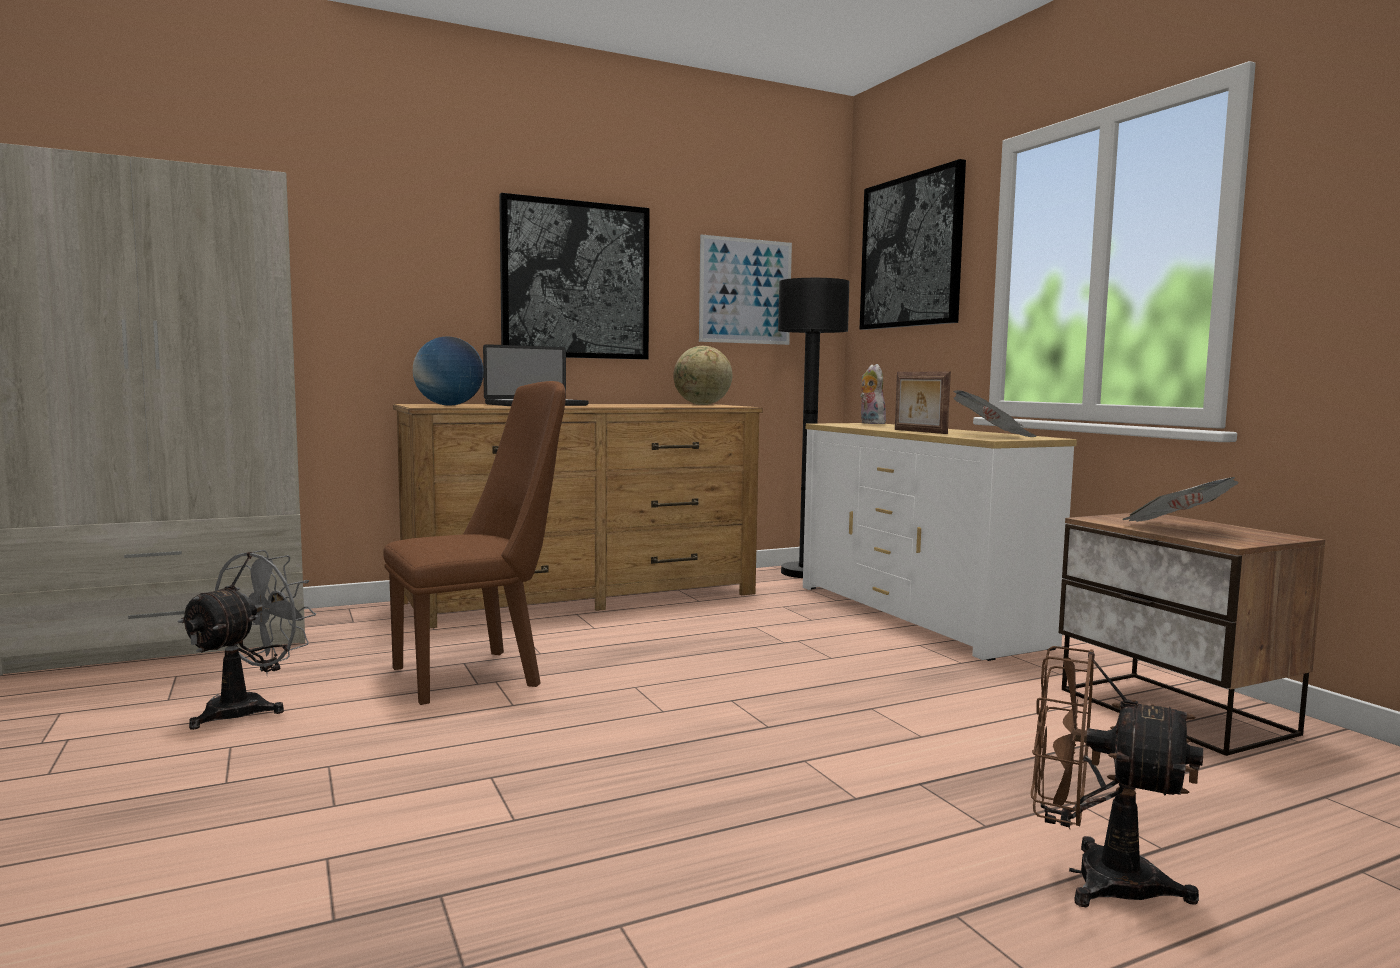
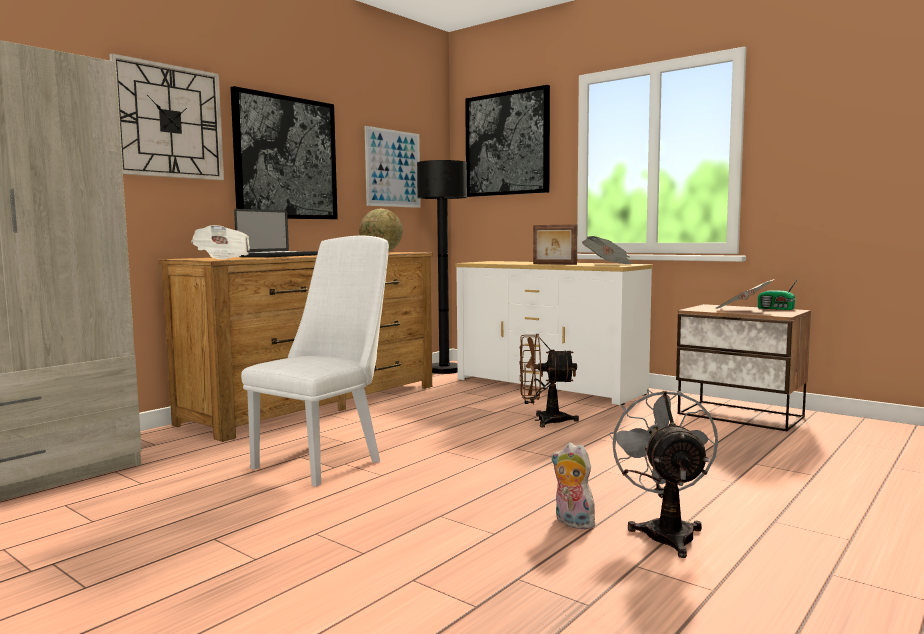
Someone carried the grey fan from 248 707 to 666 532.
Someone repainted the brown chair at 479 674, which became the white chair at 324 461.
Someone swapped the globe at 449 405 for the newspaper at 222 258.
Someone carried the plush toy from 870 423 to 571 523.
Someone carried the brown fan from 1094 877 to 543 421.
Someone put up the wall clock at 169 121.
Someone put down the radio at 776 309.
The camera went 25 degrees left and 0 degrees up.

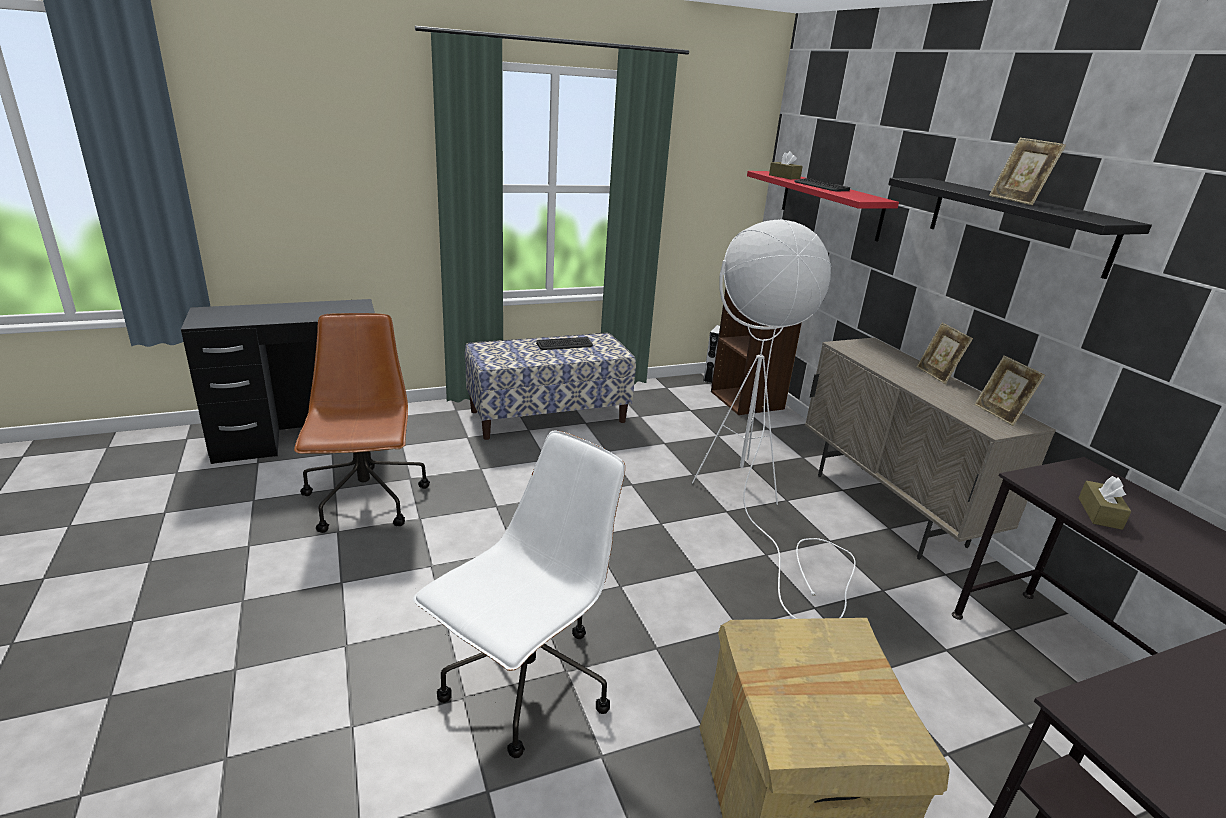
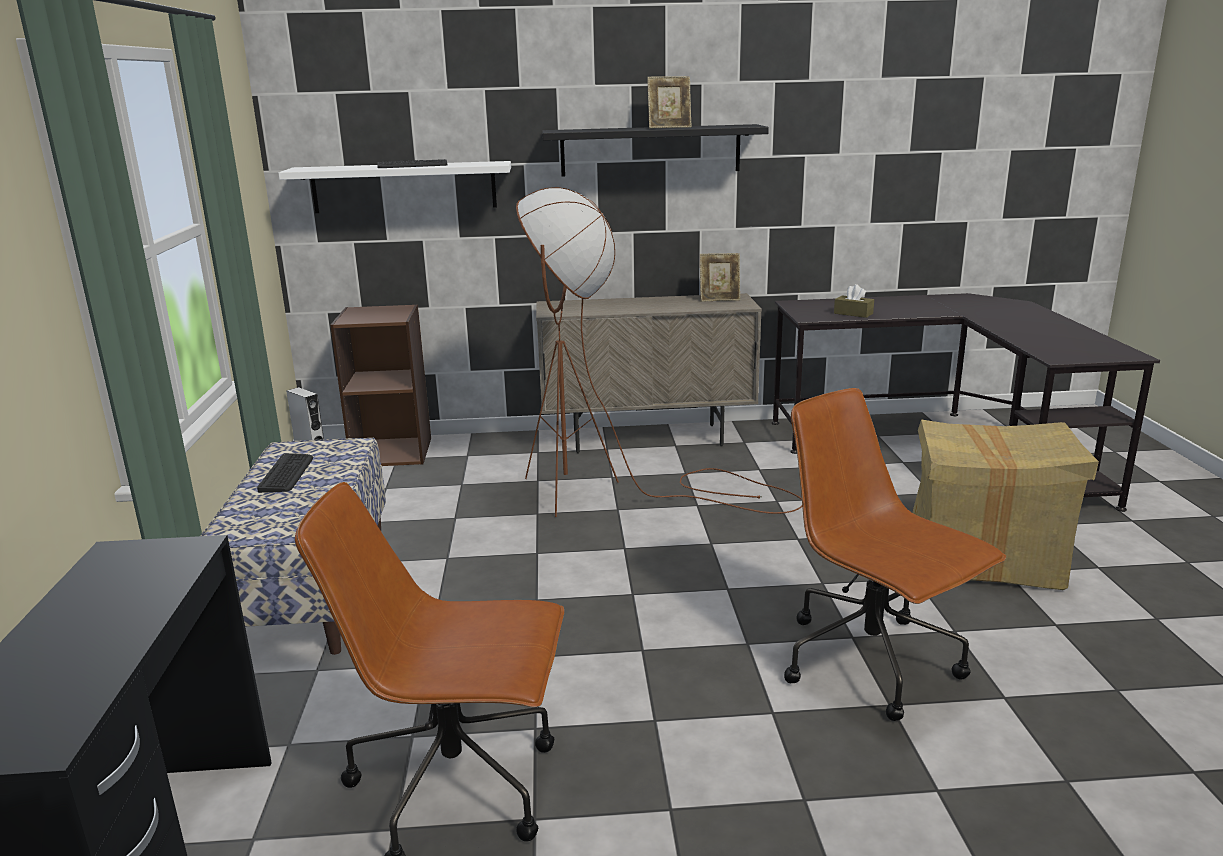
Someone repainted the white office chair at 525 685, which became the brown office chair at 872 663.
Someone repainted the white floor lamp at 755 504, which became the brown floor lamp at 612 493.
Someone repainted the red shelf at 830 204, which became the white shelf at 404 187.
Someone took away the brown tissue box at 784 177.
Someone took away the picture frame at 937 375.
The camera went 70 degrees left and 5 degrees down.

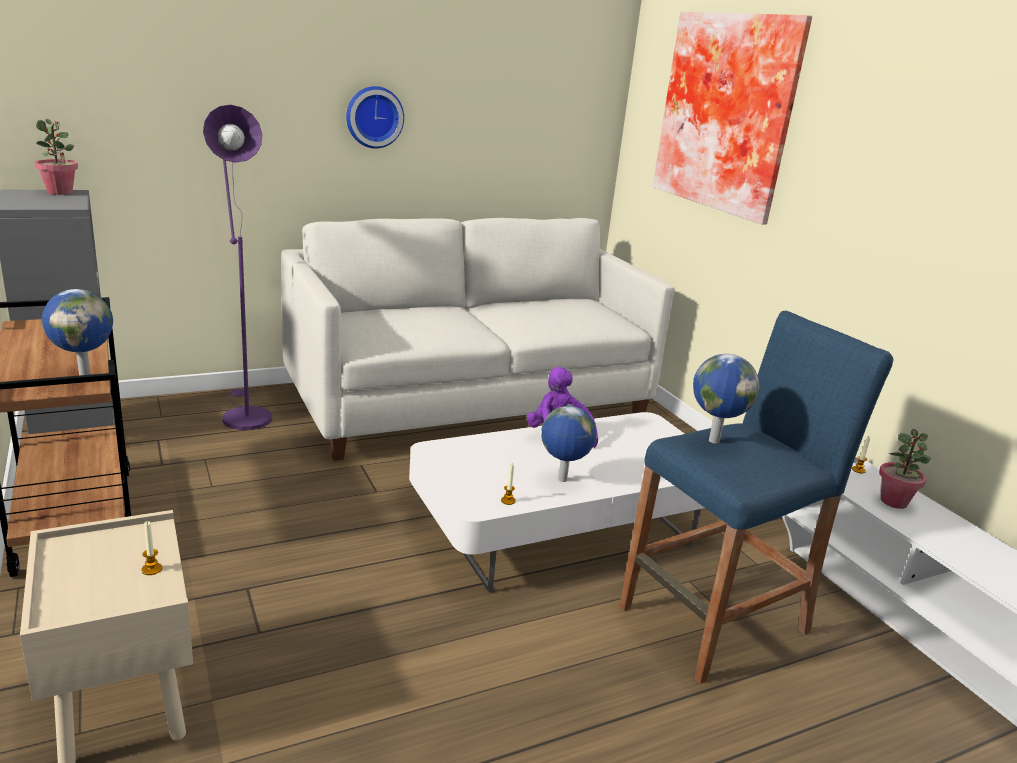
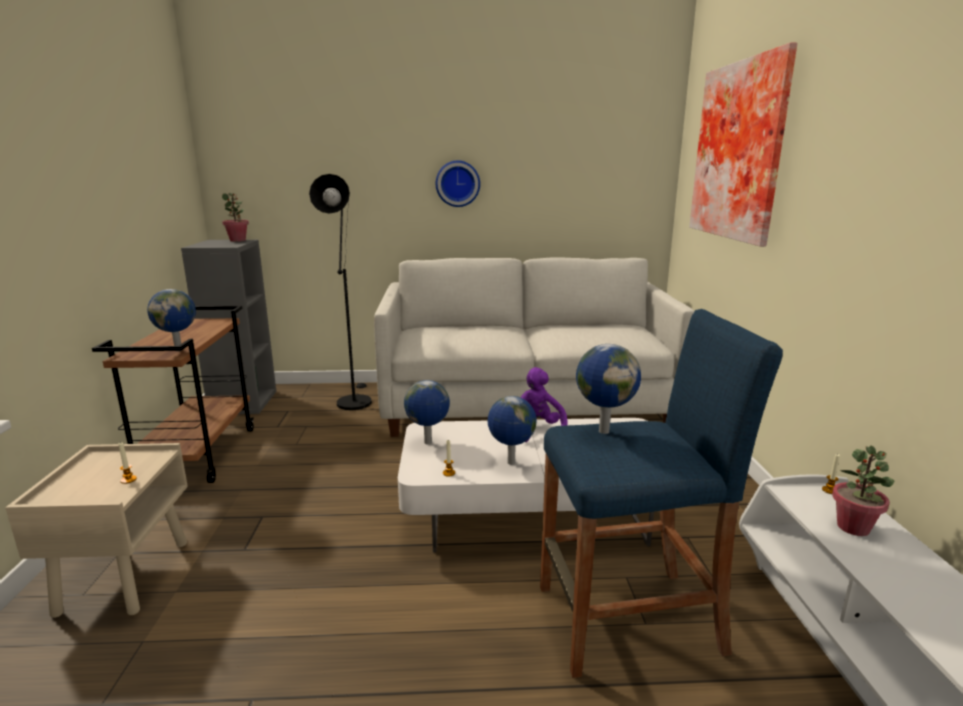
Someone repainted the purple floor lamp at 243 415, which became the black floor lamp at 354 400.
Someone put down the globe at 428 443.
The camera went 25 degrees right and 5 degrees down.

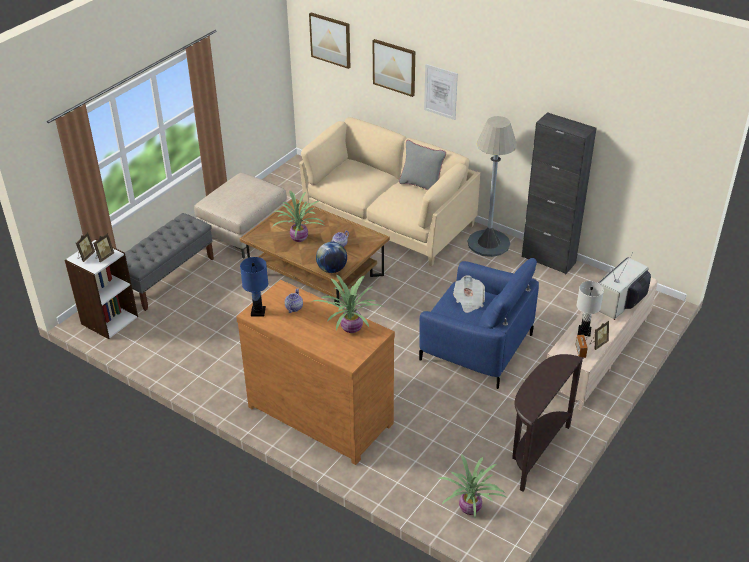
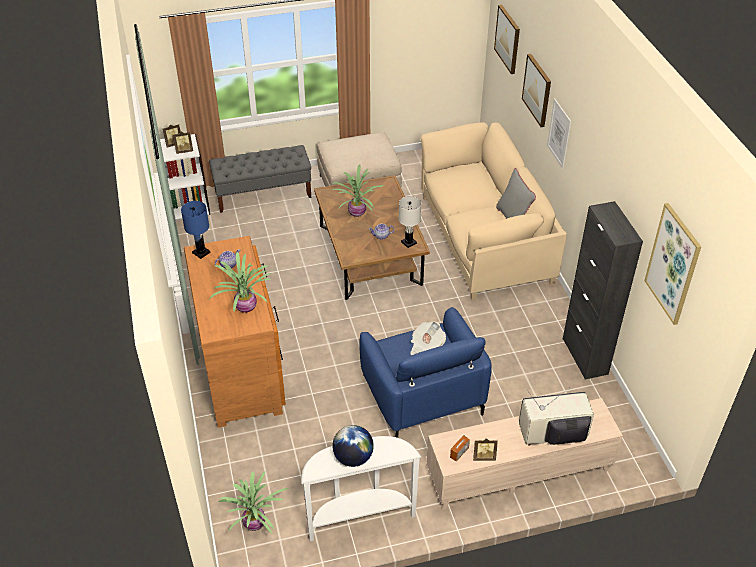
Someone carried the globe from 332 269 to 353 457.
Someone took away the grey floor lamp at 488 243.
Someone repainted the brown console table at 535 452, which became the white console table at 359 516.
Someone carried the white table lamp from 584 331 to 408 242.
Someone put up the picture at 673 264.
The camera went 40 degrees right and 5 degrees up.

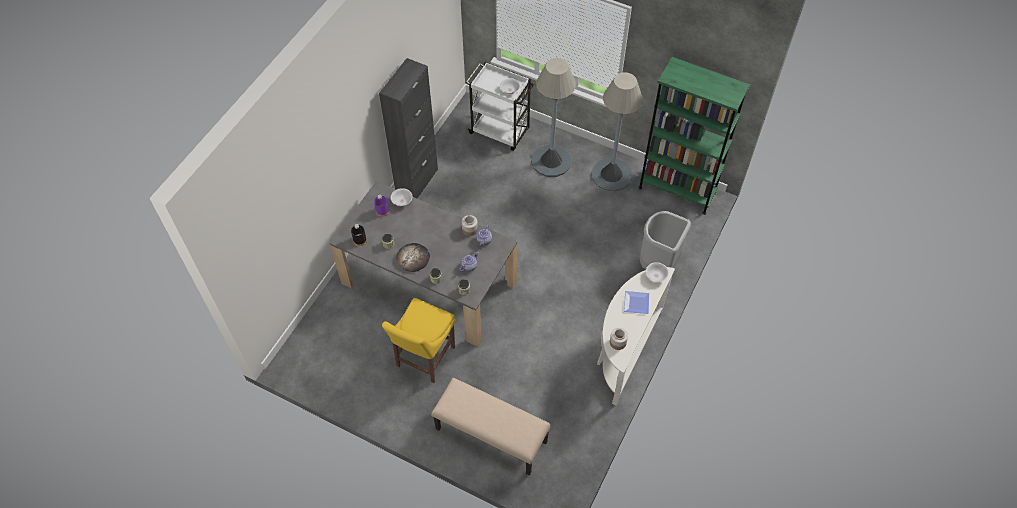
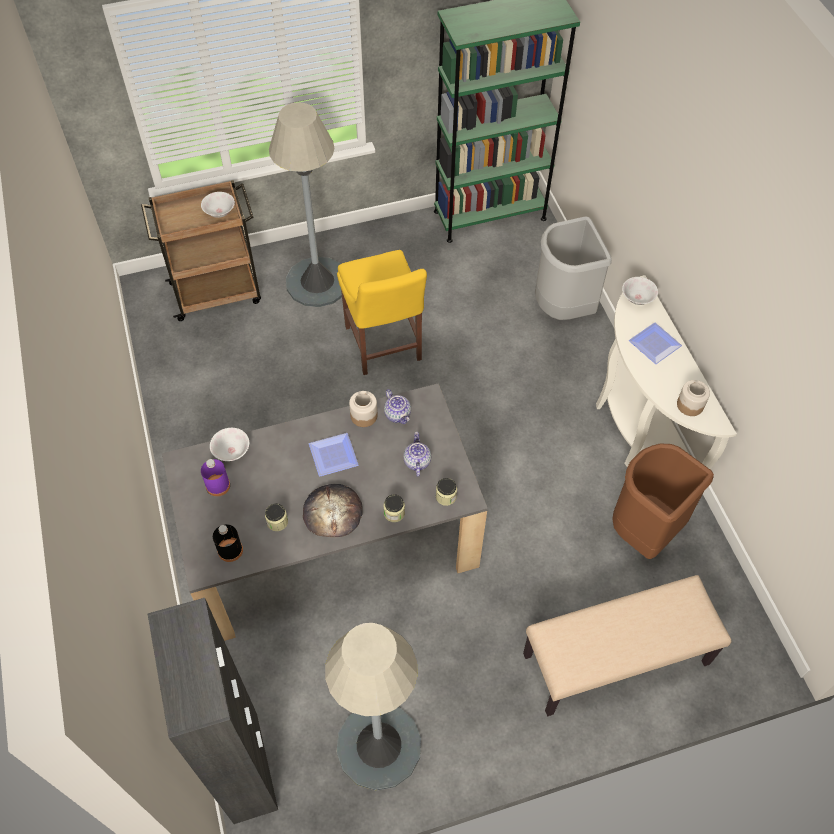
Someone carried the black cabinet from 417 182 to 245 767.
Someone carried the yellow chair from 424 359 to 384 346.
Someone repainted the white cart at 500 132, which became the brown cart at 217 292.
Someone carried the grey floor lamp from 611 175 to 378 746.
Someone put down the plate at 335 456.
Someone put down the brown trash can at 643 531.
The camera went 45 degrees left and 0 degrees up.

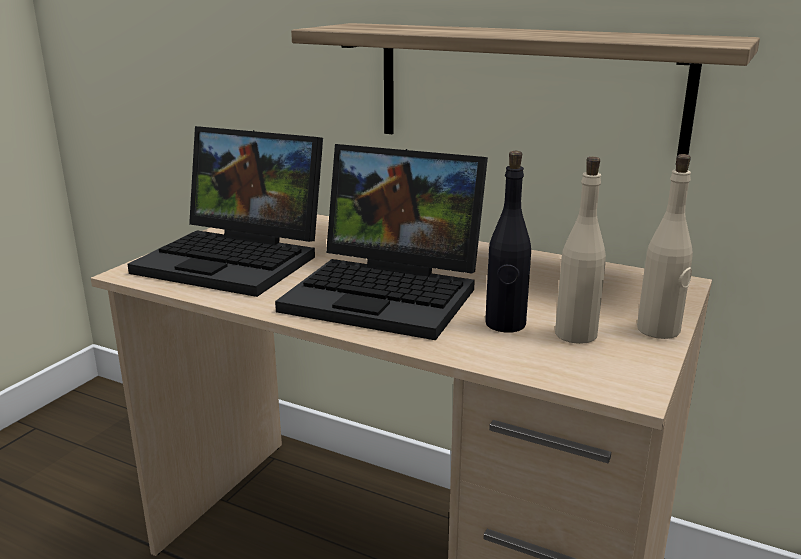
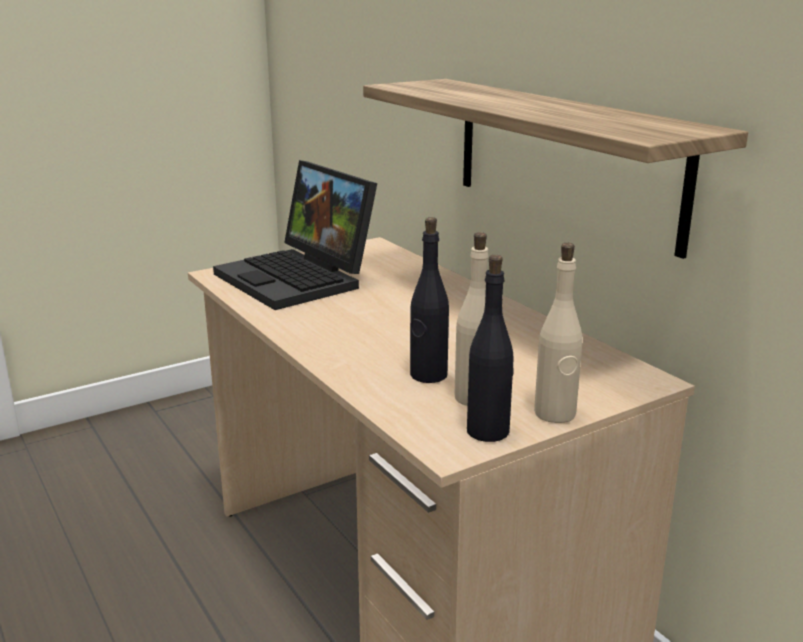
Someone took away the laptop at 390 293.
Someone put down the black bottle at 488 431.
The camera went 30 degrees right and 0 degrees up.

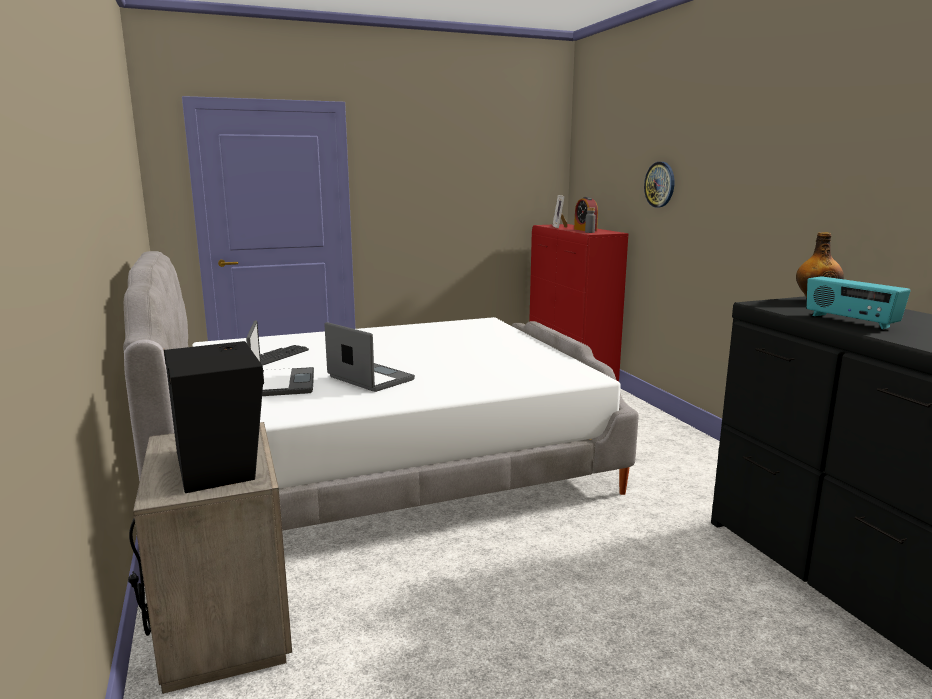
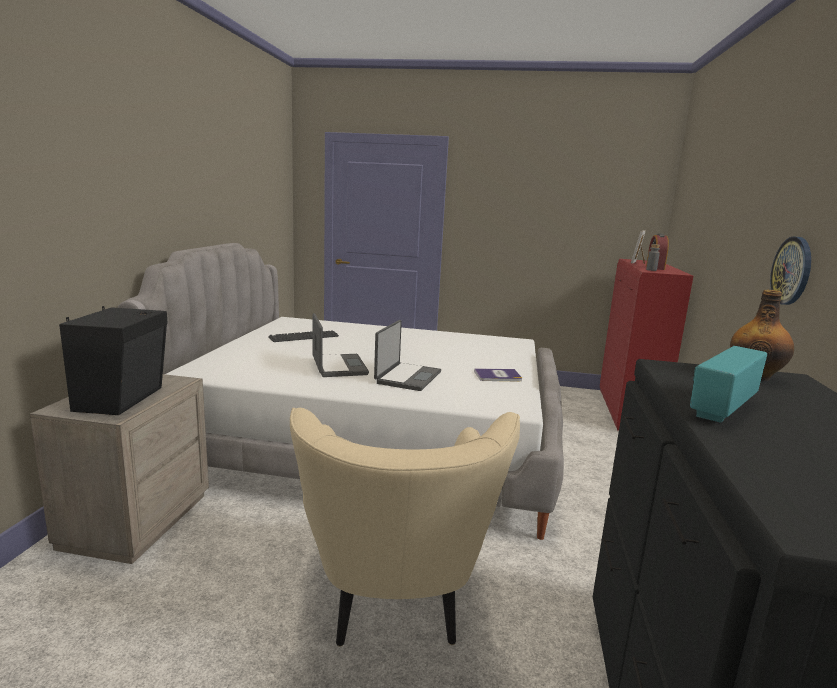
Someone carried the laptop from 282 383 to 407 377.
Someone carried the wall clock from 660 184 to 792 271.
Someone rotated the radio at 850 321 by 45 degrees clockwise.
Someone put down the beige armchair at 394 601.
Someone put down the book at 497 376.
The camera went 30 degrees right and 0 degrees up.

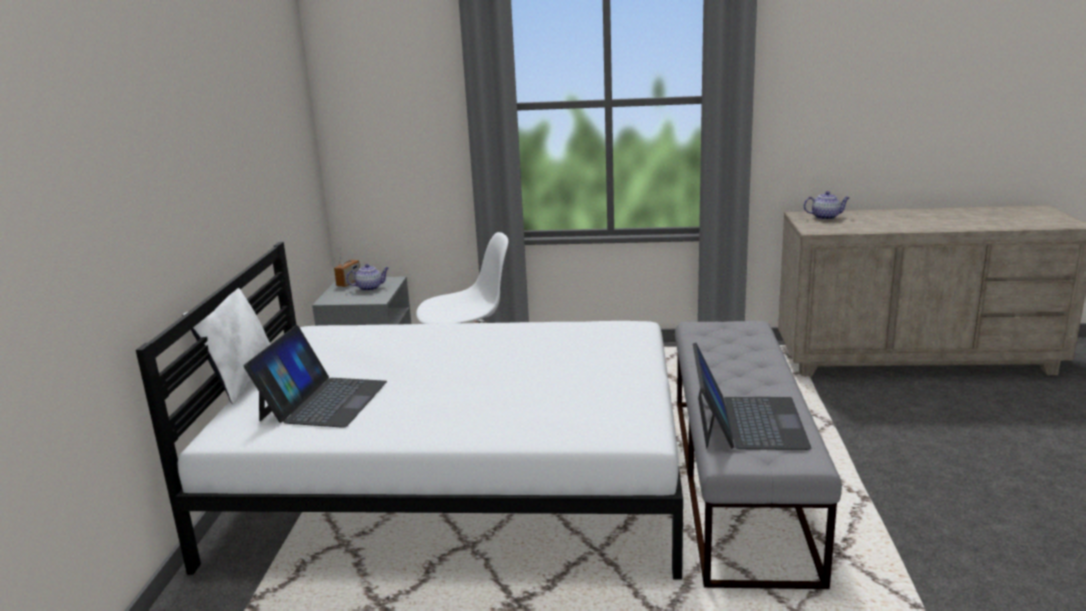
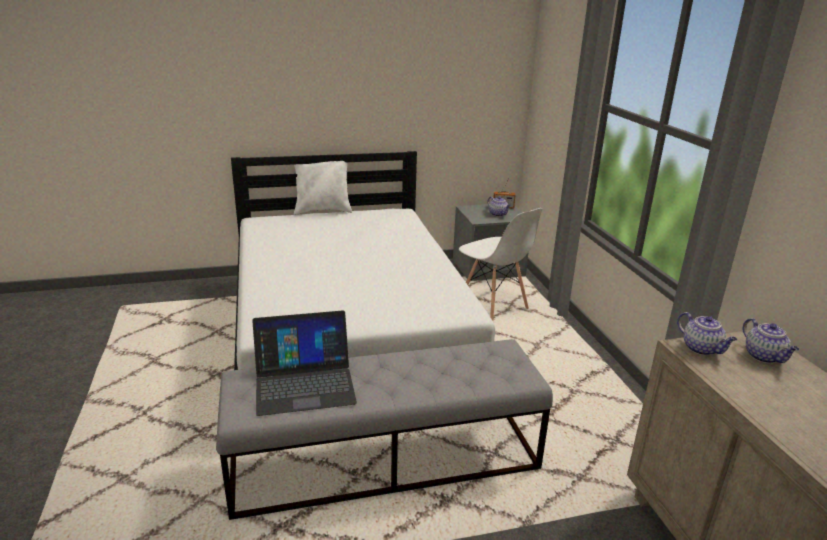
Someone took away the laptop at 323 401.
Someone put down the teapot at 702 349.
The camera went 70 degrees right and 5 degrees up.

